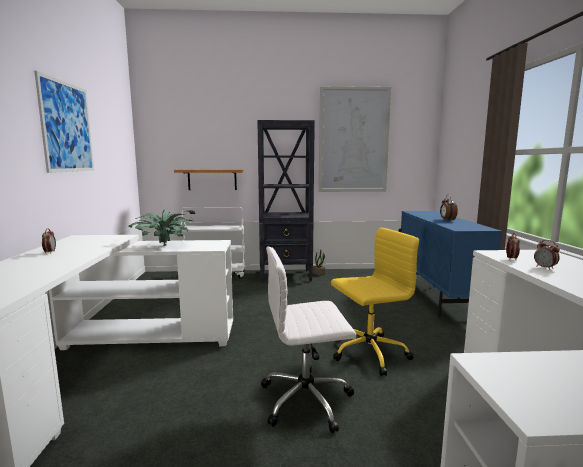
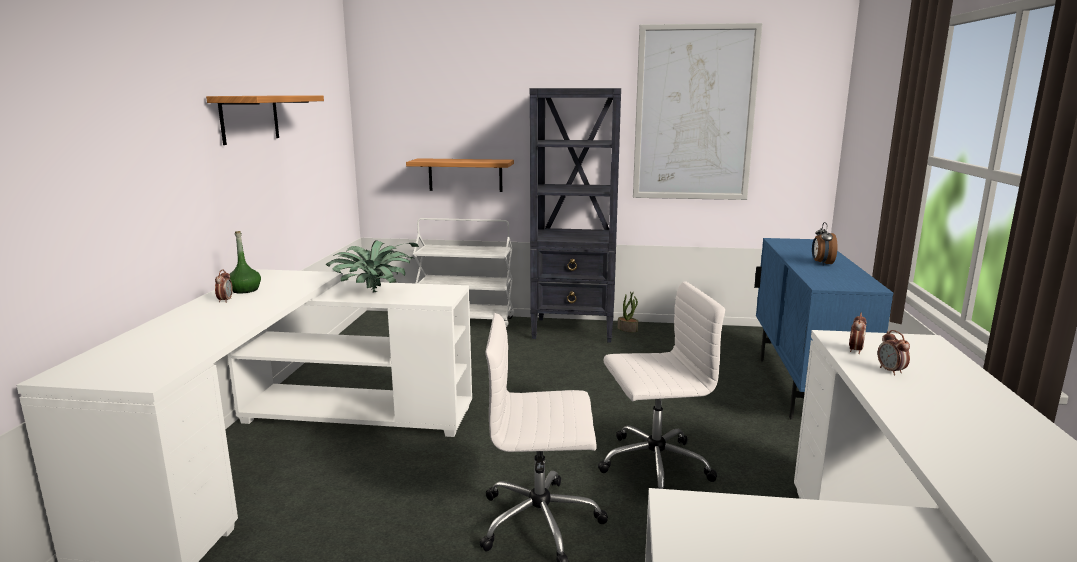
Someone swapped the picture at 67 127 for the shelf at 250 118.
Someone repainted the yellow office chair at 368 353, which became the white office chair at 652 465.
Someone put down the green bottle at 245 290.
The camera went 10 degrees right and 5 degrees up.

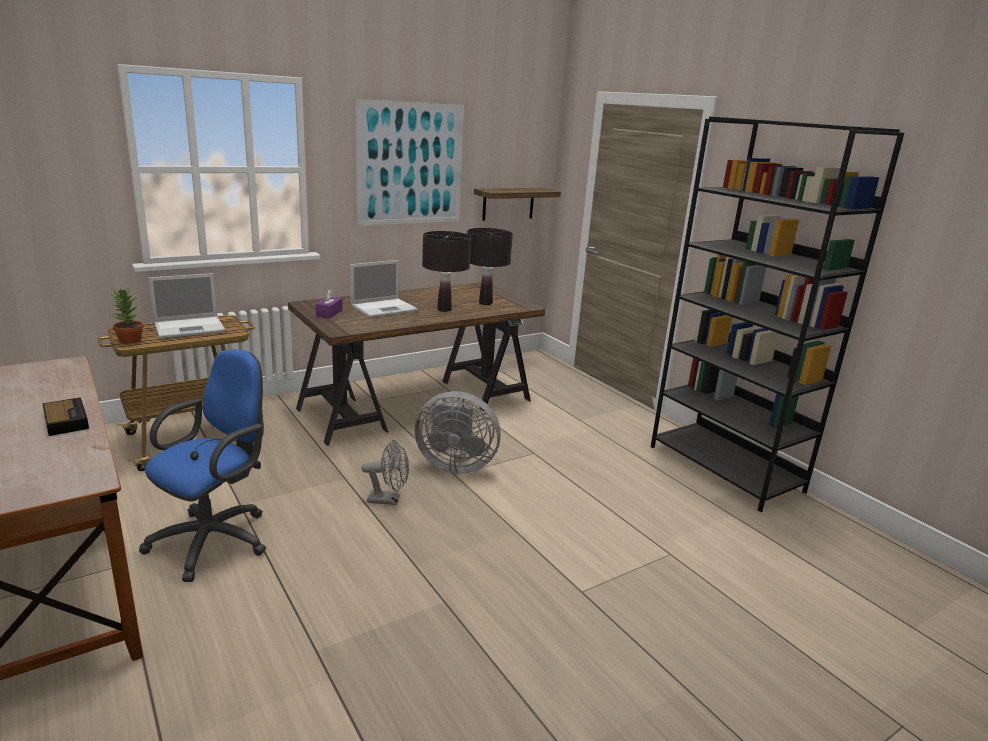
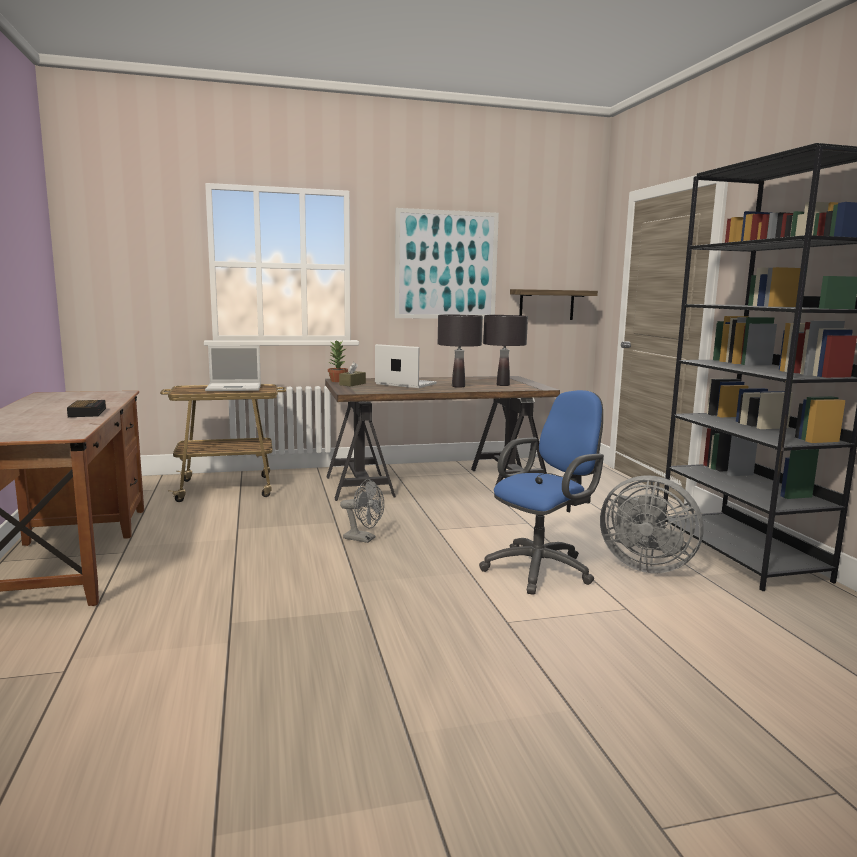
Someone carried the potted plant from 129 340 to 337 381.
Someone carried the blue office chair from 216 539 to 542 569.
Someone repainted the purple tissue box at 329 313, which became the brown tissue box at 352 384.
Someone rotated the laptop at 385 308 by 135 degrees counterclockwise.
Someone carried the grey fan from 455 464 to 644 565.
The camera went 20 degrees right and 10 degrees down.

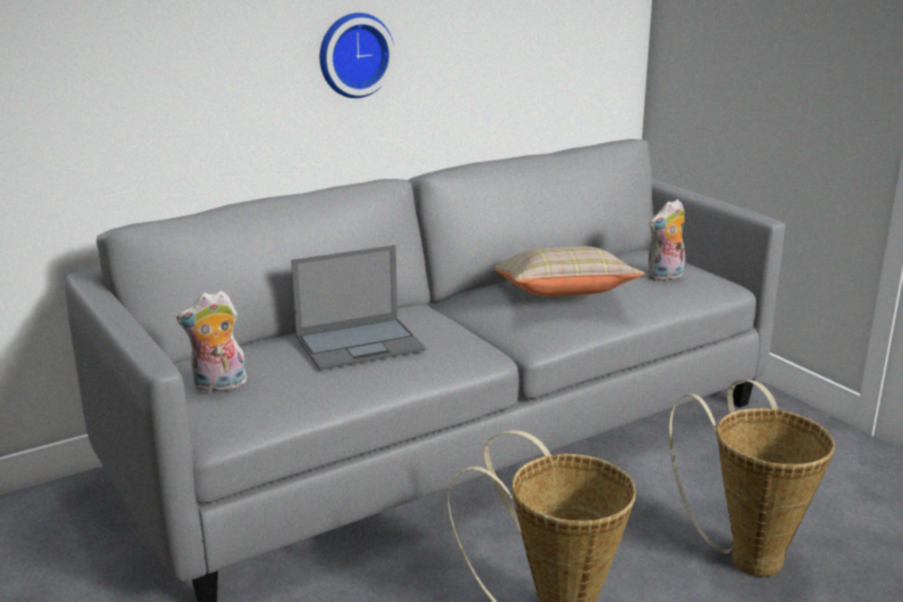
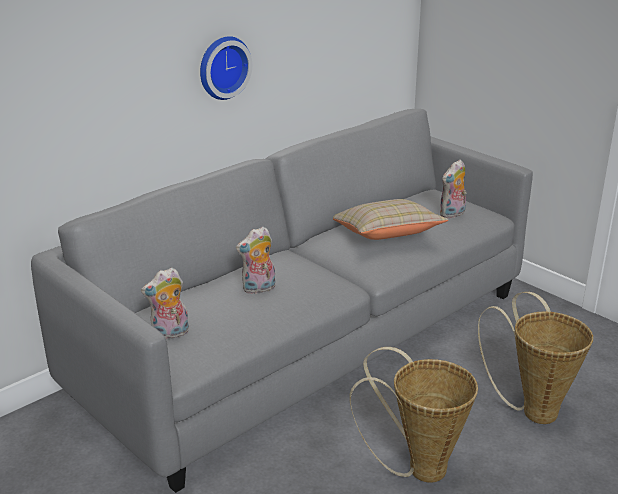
Someone swapped the laptop at 361 343 for the plush toy at 259 289.
The camera went 10 degrees left and 5 degrees up.

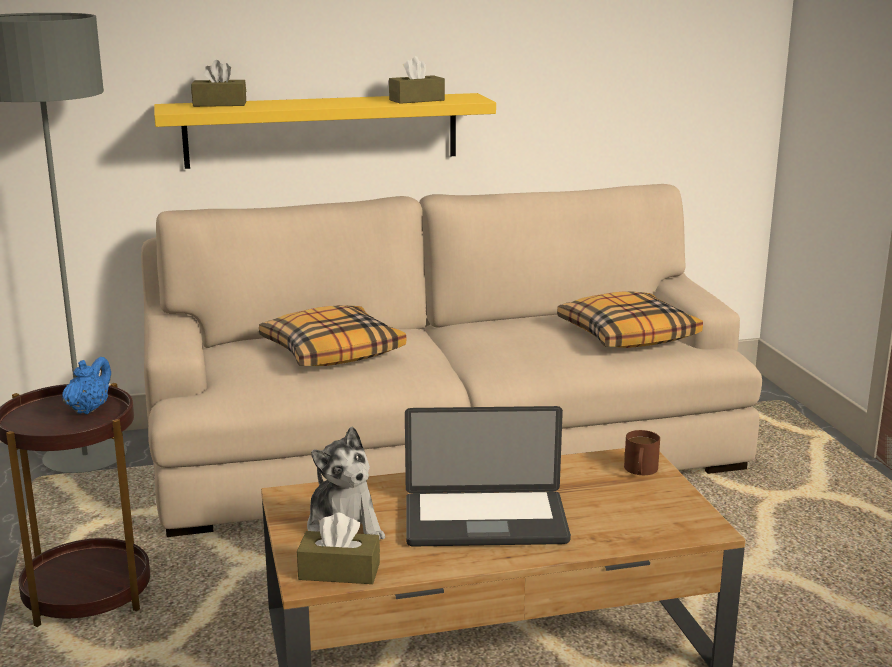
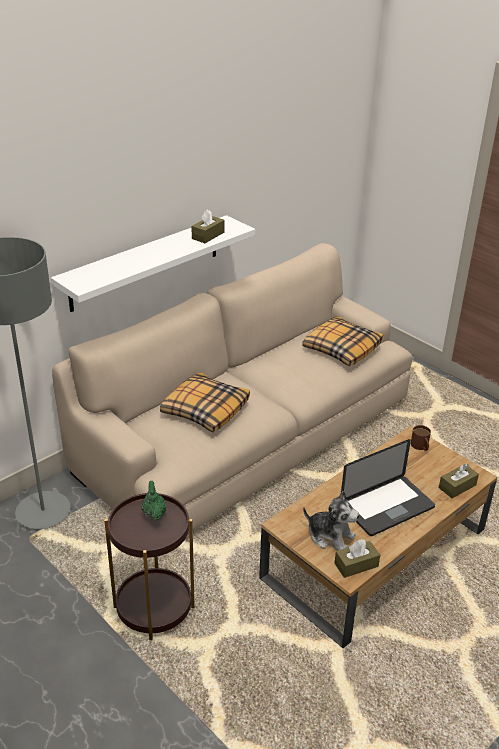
Someone repainted the blue teapot at 89 409, which became the green teapot at 154 513.
Someone repainted the yellow shelf at 322 130, which became the white shelf at 146 263.
Someone carried the brown tissue box from 219 104 to 457 486.
The camera went 30 degrees left and 15 degrees up.

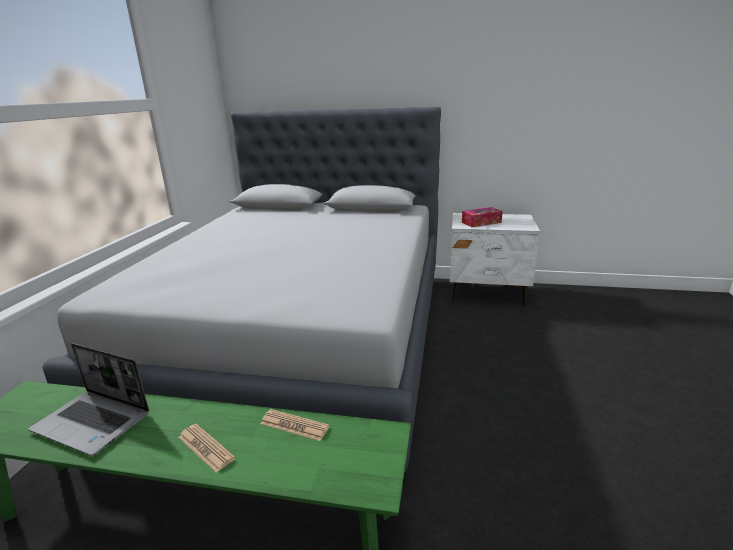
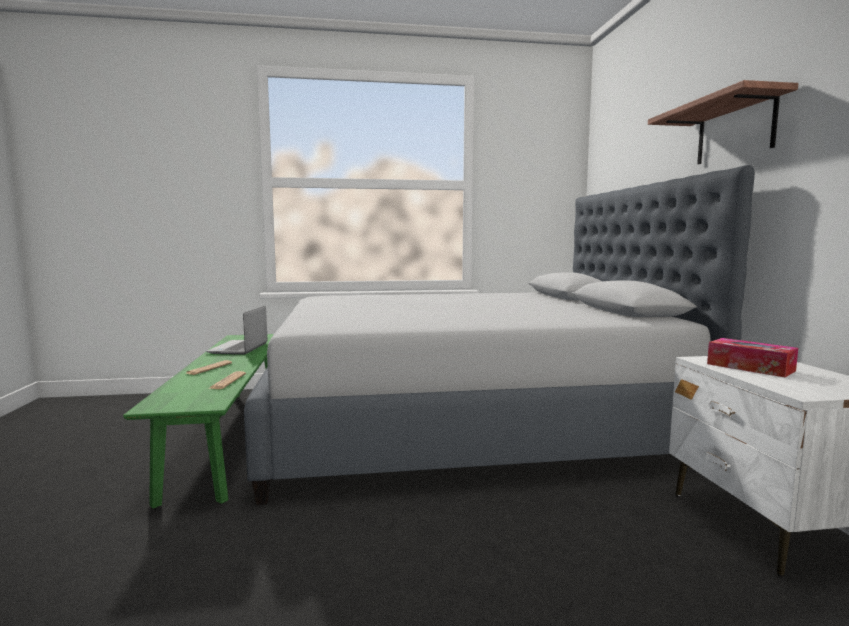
Someone put up the shelf at 735 130.
The camera went 70 degrees right and 15 degrees down.

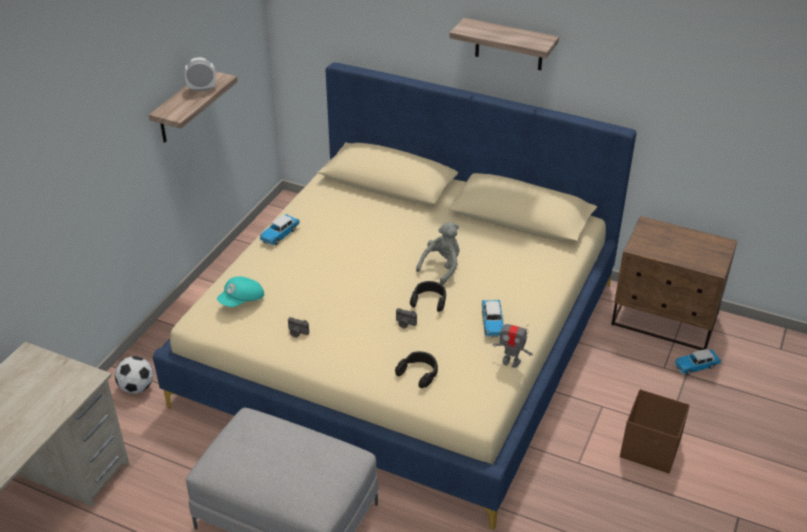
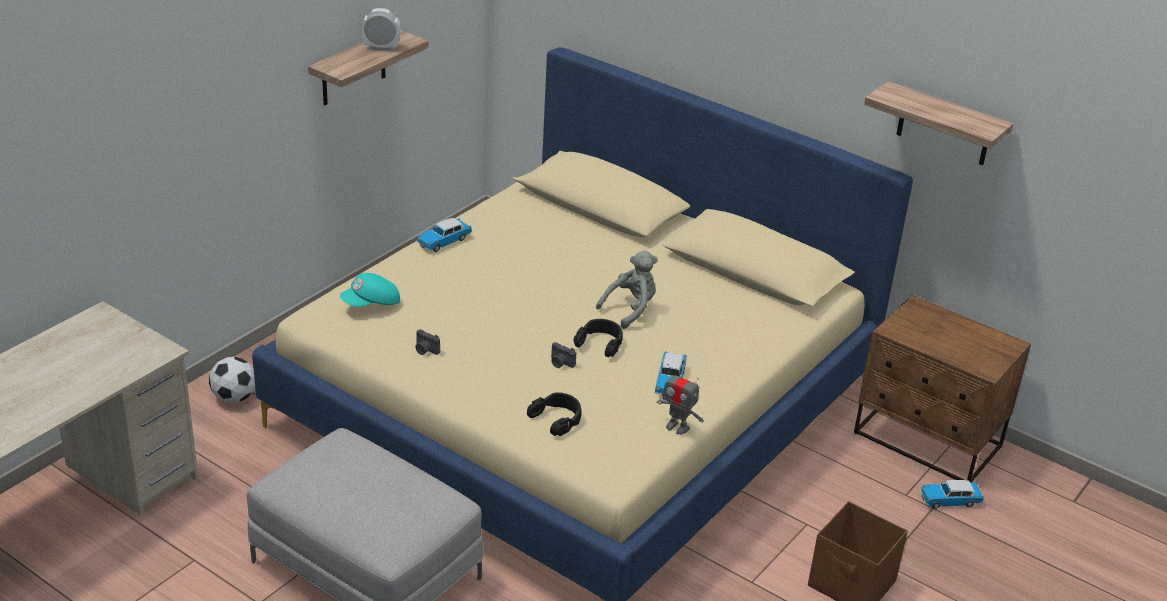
Someone carried the shelf from 509 45 to 944 125.
The camera went 10 degrees right and 5 degrees down.

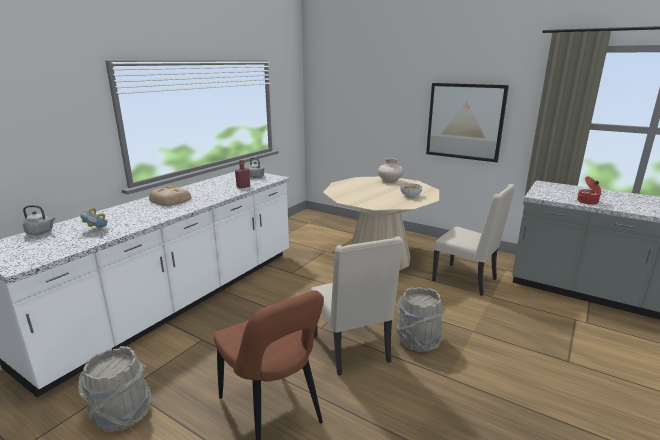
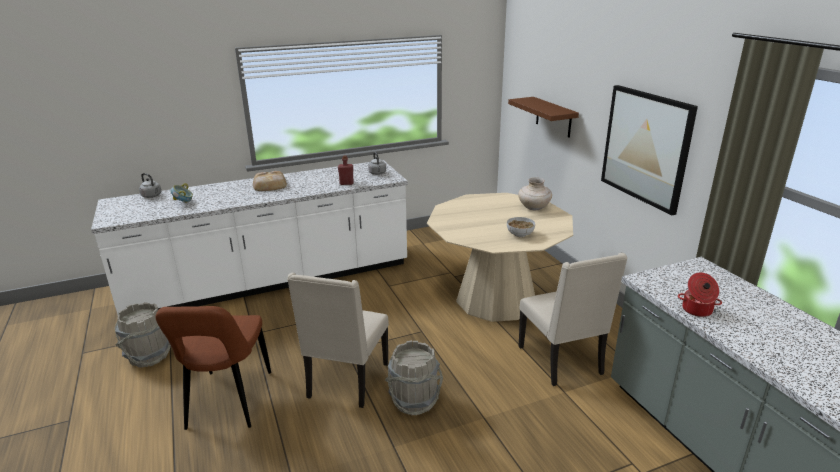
Someone put up the brown shelf at 553 117.
The camera went 35 degrees right and 5 degrees up.

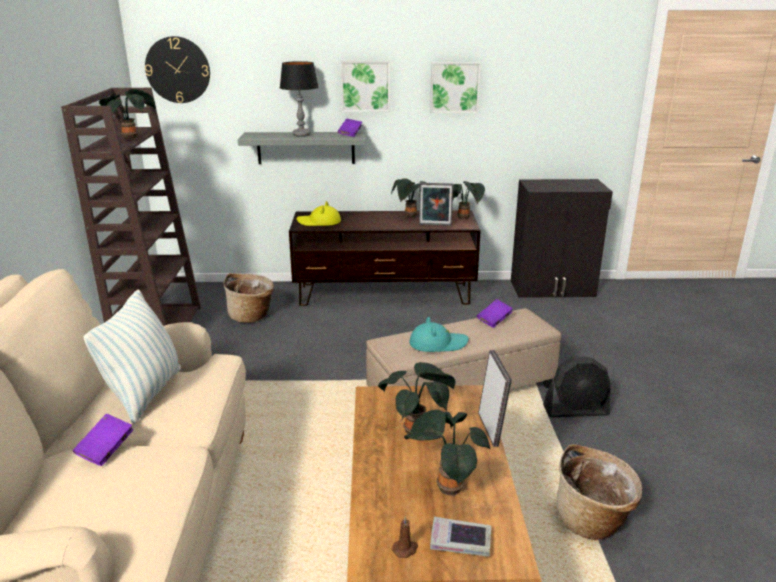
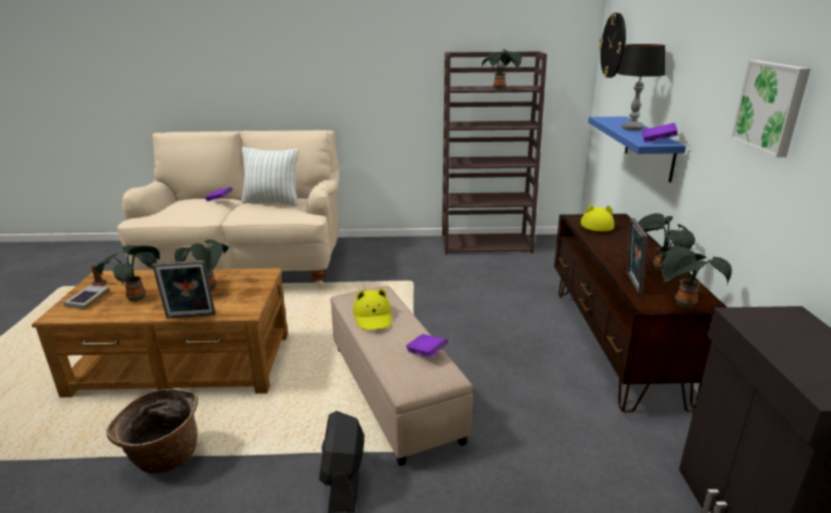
Someone took away the basket at 251 316.
Someone repainted the grey shelf at 306 148, which became the blue shelf at 649 148.
Someone took away the picture at 365 86.
Someone repainted the turquoise hat at 438 344, which became the yellow hat at 373 317.
The camera went 90 degrees right and 0 degrees up.

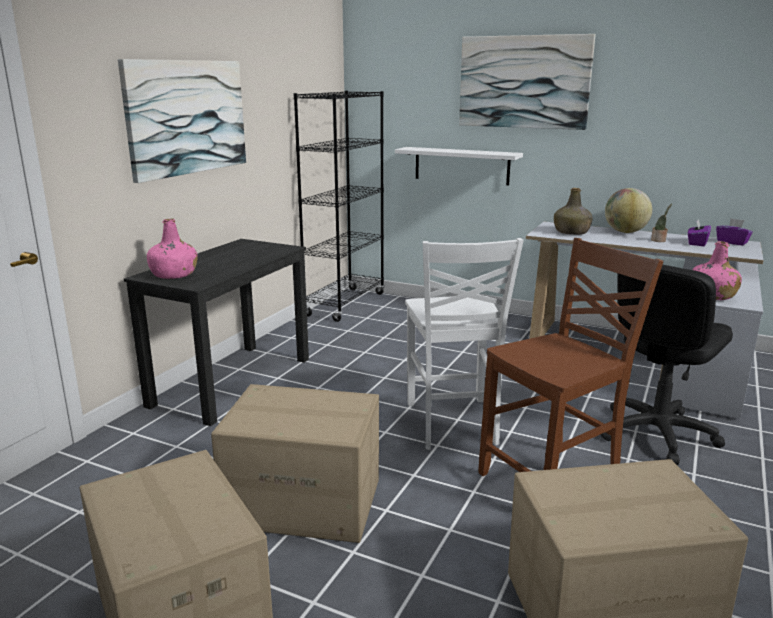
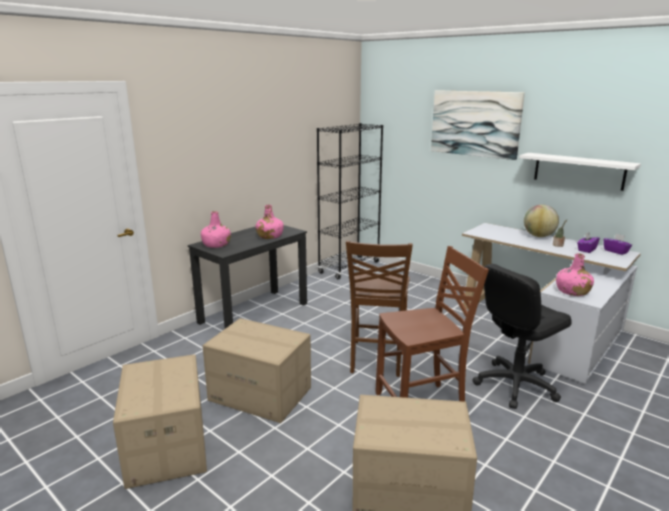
Someone took away the picture at 187 117.
Someone carried the white shelf from 461 165 to 578 171.
Someone repainted the white chair at 452 424, which became the brown chair at 376 359.
Someone took away the green bottle at 572 232.
Someone put down the pink bottle at 269 236.
The camera went 15 degrees right and 0 degrees up.

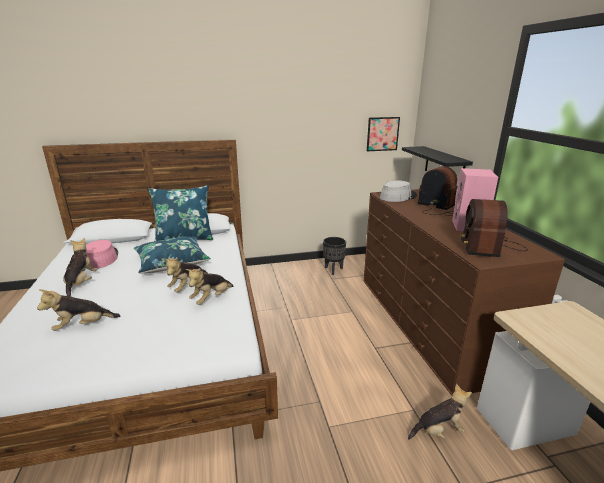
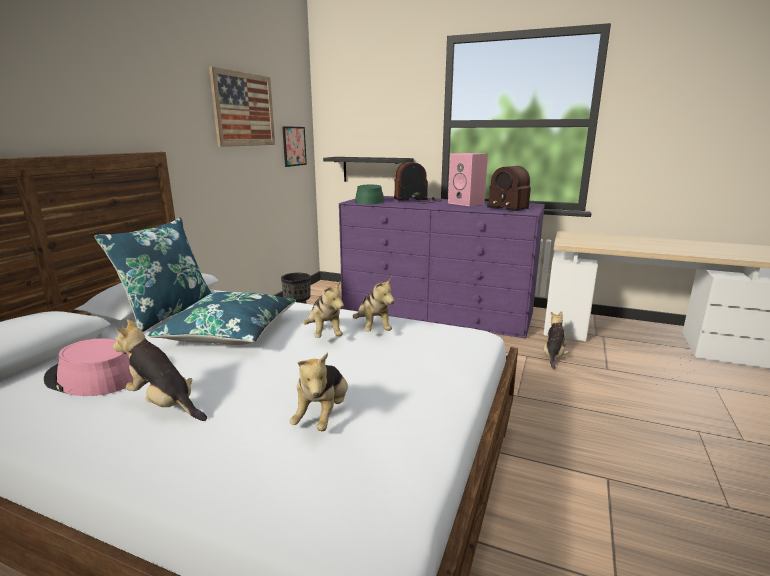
Someone repainted the brown dresser at 429 322, which became the purple dresser at 437 311.
Someone repainted the grey hat at 398 196, which became the green hat at 369 201.
Someone put up the picture at 244 109.
The camera went 55 degrees left and 5 degrees down.

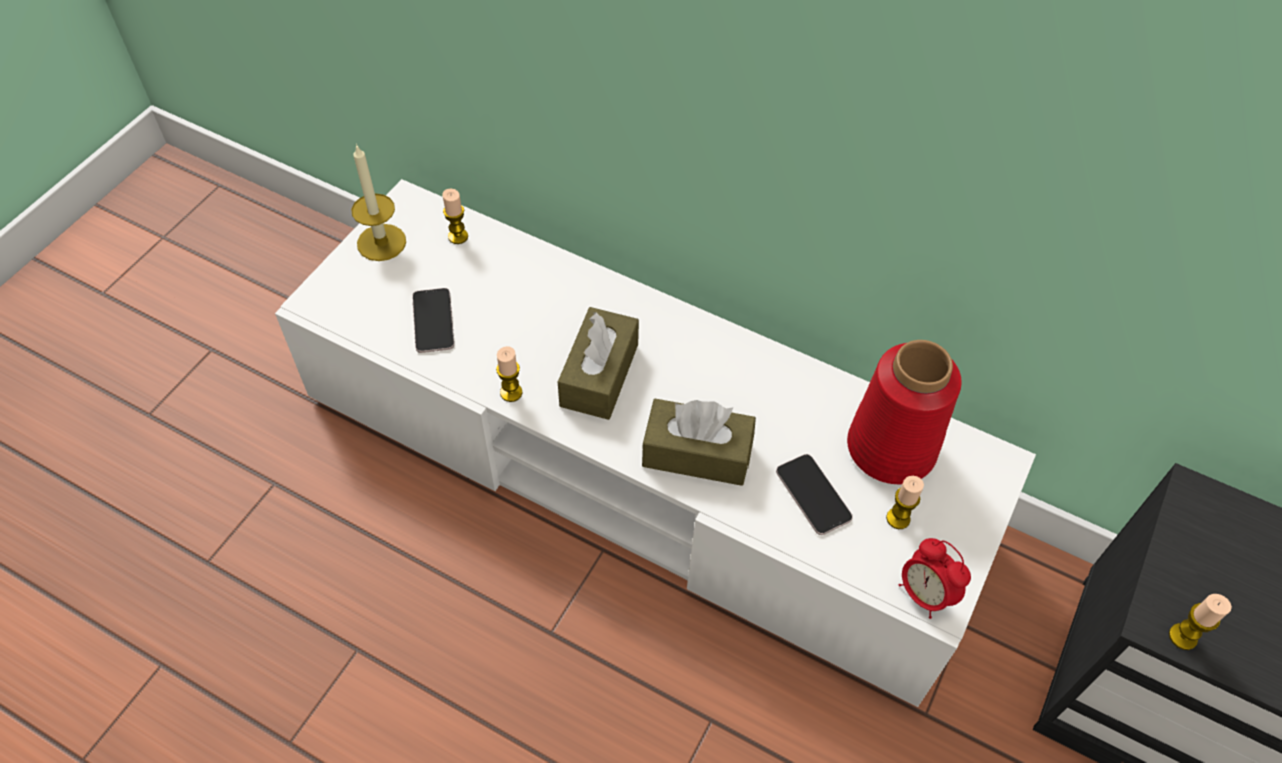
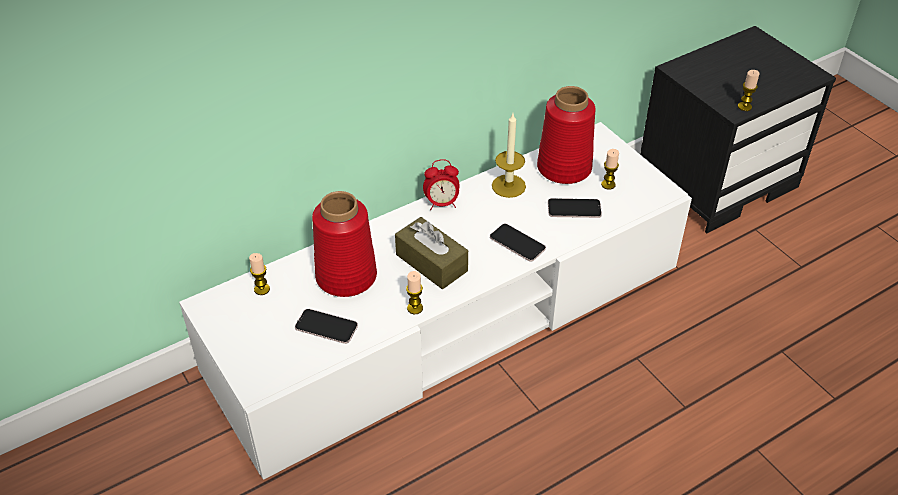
Someone carried the candle from 381 242 to 508 186.
Someone swapped the brown tissue box at 697 453 for the phone at 517 243.
Someone carried the alarm clock from 924 594 to 442 204.
Someone put down the red vase at 346 276.
The camera went 60 degrees left and 10 degrees down.

